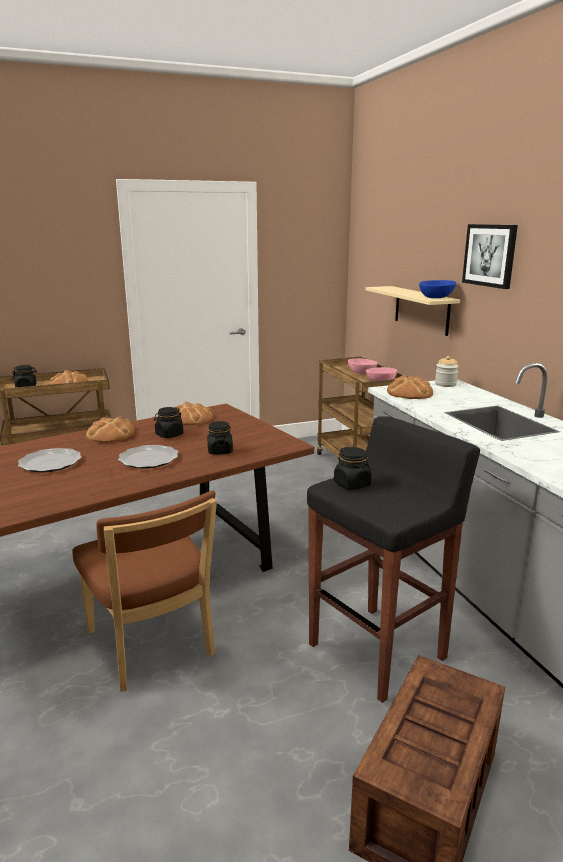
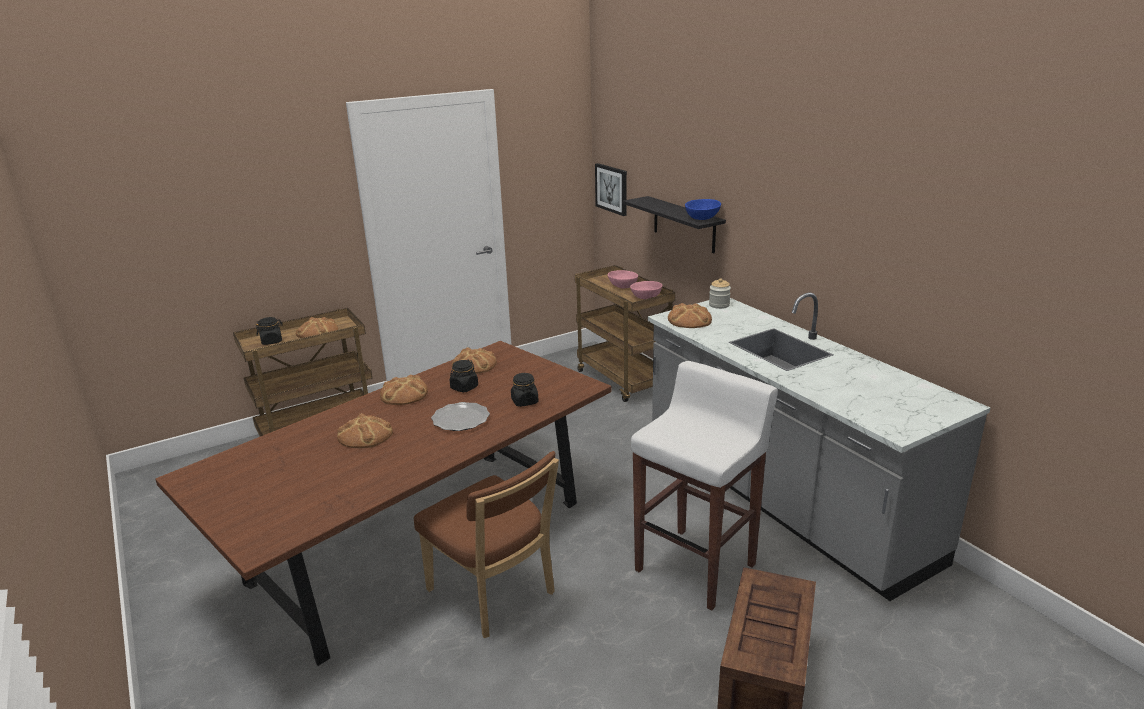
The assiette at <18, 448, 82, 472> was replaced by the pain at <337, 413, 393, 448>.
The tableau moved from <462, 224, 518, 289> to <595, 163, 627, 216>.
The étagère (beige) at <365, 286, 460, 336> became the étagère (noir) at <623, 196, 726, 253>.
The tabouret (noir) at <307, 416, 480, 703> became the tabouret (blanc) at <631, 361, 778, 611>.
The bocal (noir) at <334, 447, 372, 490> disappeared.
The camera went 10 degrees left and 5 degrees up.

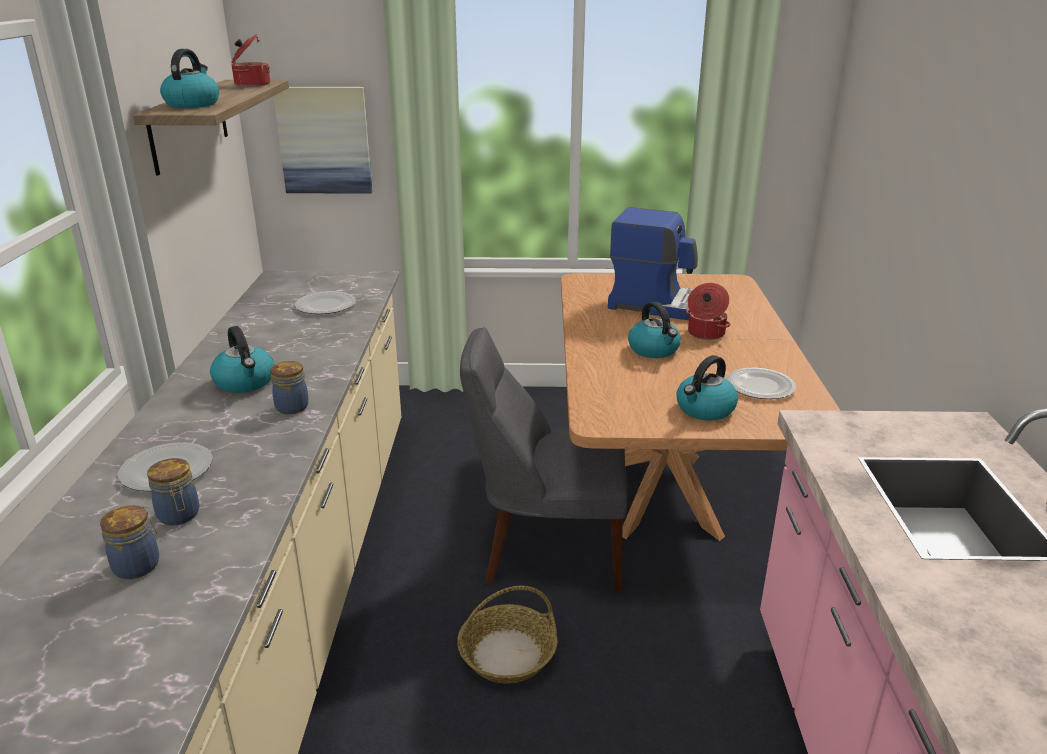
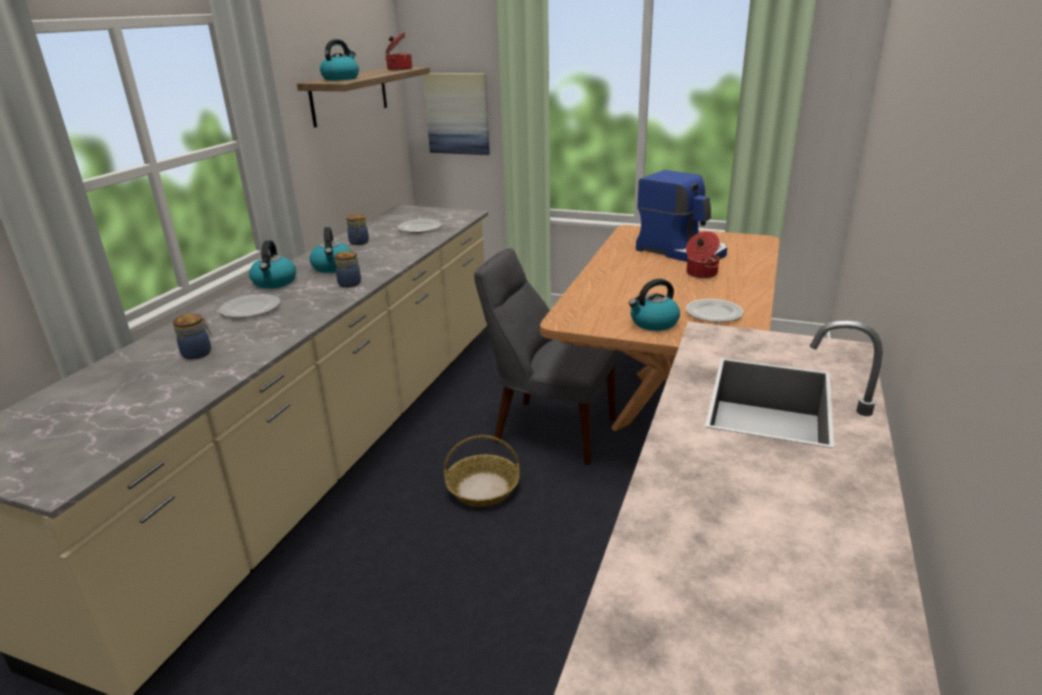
The bouilloire moved from <628, 302, 681, 358> to <249, 240, 296, 289>.
The bocal moved from <147, 458, 199, 525> to <346, 214, 369, 245>.
The camera went 20 degrees right and 0 degrees up.

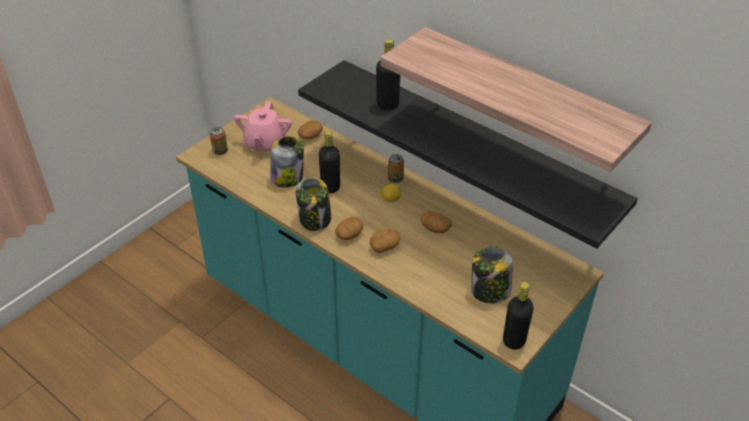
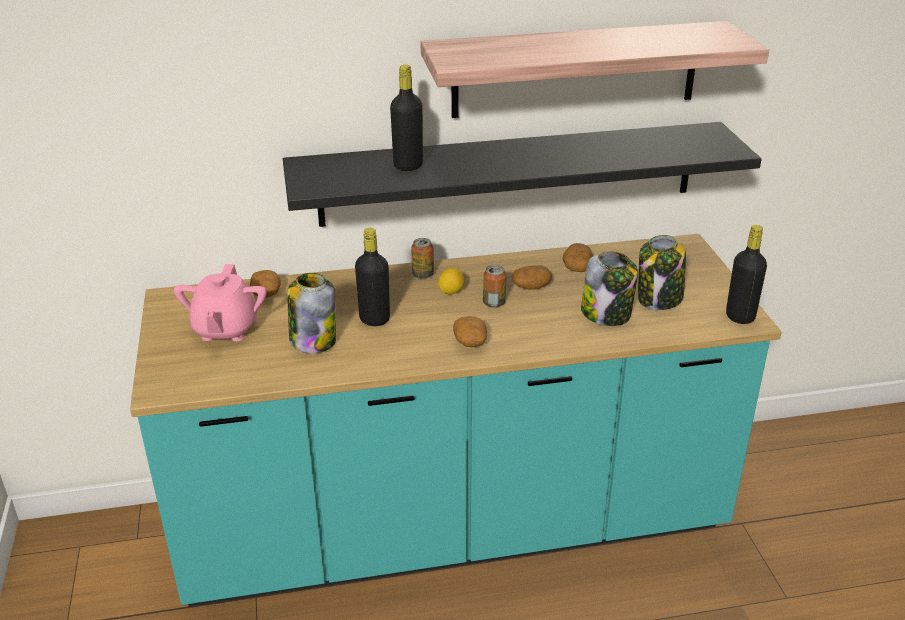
The théière (rose) at <234, 101, 292, 152> turned 45 degrees clockwise.
The boîte métallique moved from <210, 127, 228, 155> to <483, 265, 506, 308>.
The pomme de terre moved from <370, 229, 400, 253> to <562, 243, 593, 272>.
The bocal moved from <296, 177, 331, 231> to <581, 251, 638, 326>.
The camera went 50 degrees left and 10 degrees down.

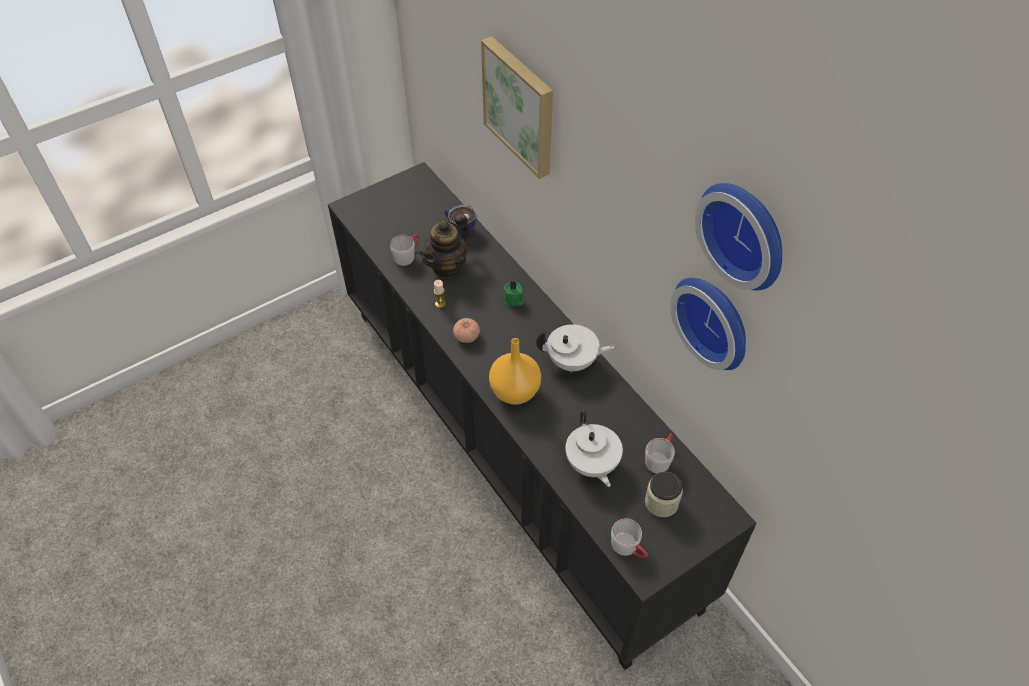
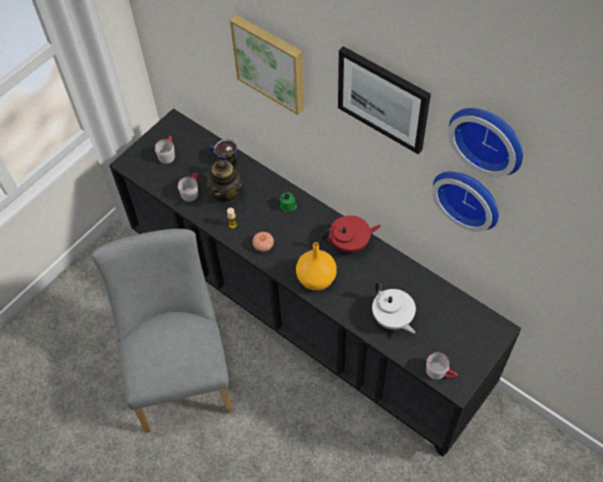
The chaise (gris) at <92, 229, 233, 433> appeared.
The mug (gris) moved from <645, 434, 675, 473> to <155, 136, 175, 164>.
The théière (blanc) at <536, 324, 615, 373> became the théière (rouge) at <322, 215, 381, 253>.
The tableau at <338, 46, 431, 154> appeared.
The bocal at <645, 472, 683, 517> disappeared.
The camera went 15 degrees left and 5 degrees up.

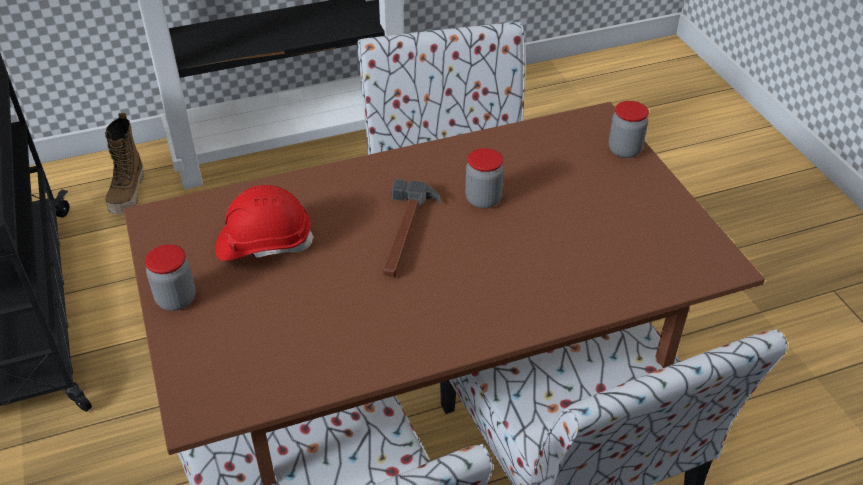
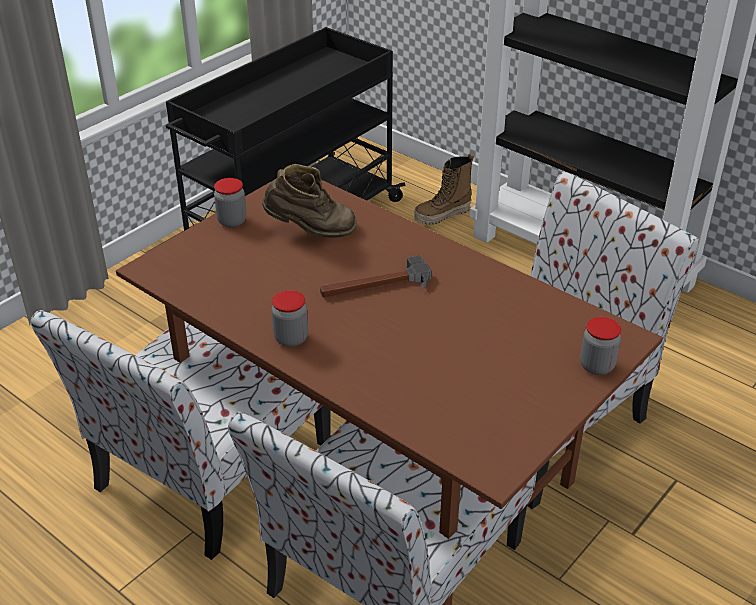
The casque de chantier (rouge) at <216, 185, 314, 261> was replaced by the botte (marron) at <262, 164, 357, 238>.
The bocal moved from <465, 148, 504, 208> to <271, 290, 308, 347>.
The camera went 60 degrees right and 5 degrees down.

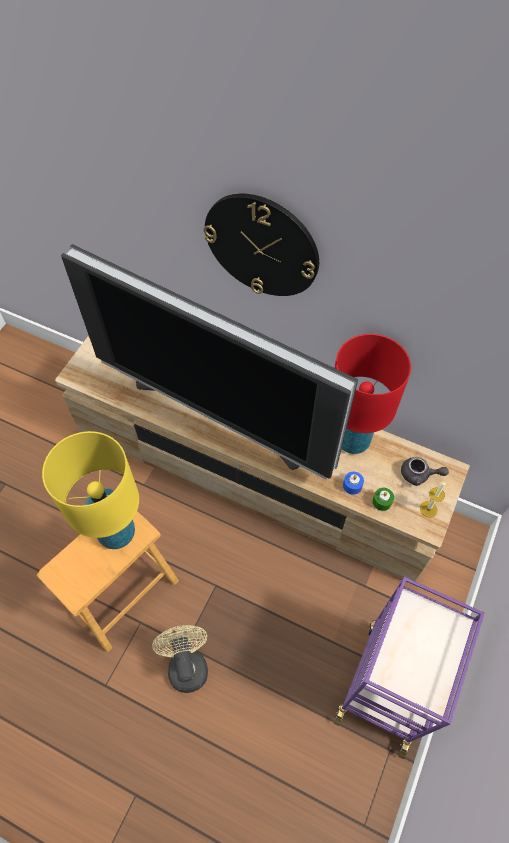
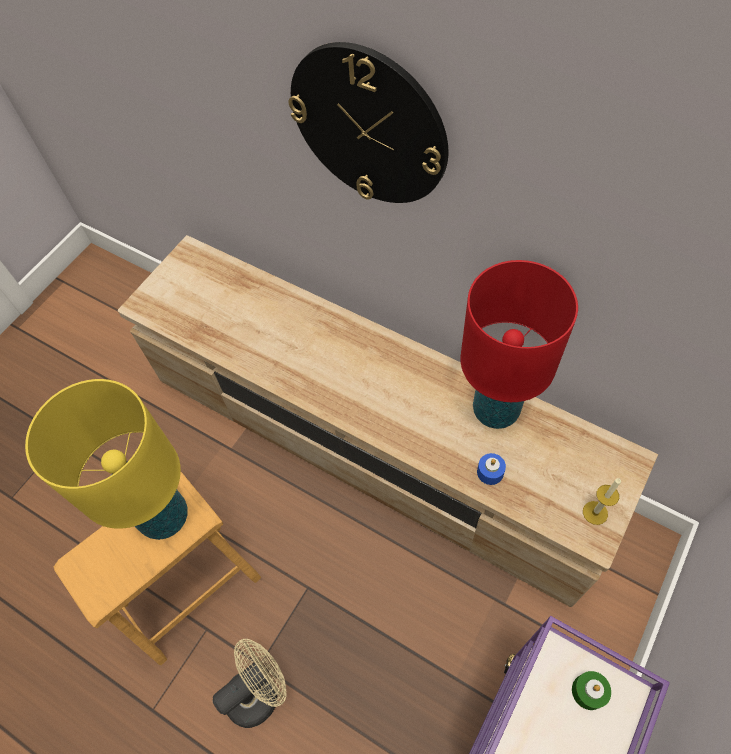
The ventilateur (beige) at <152, 625, 208, 693> turned 60 degrees clockwise.
The bougie (vert) moved from <372, 488, 394, 511> to <572, 671, 611, 710>.
The téléviseur at <61, 244, 358, 480> disappeared.
The théière (gris) at <401, 457, 449, 486> disappeared.
The camera went 10 degrees right and 0 degrees up.

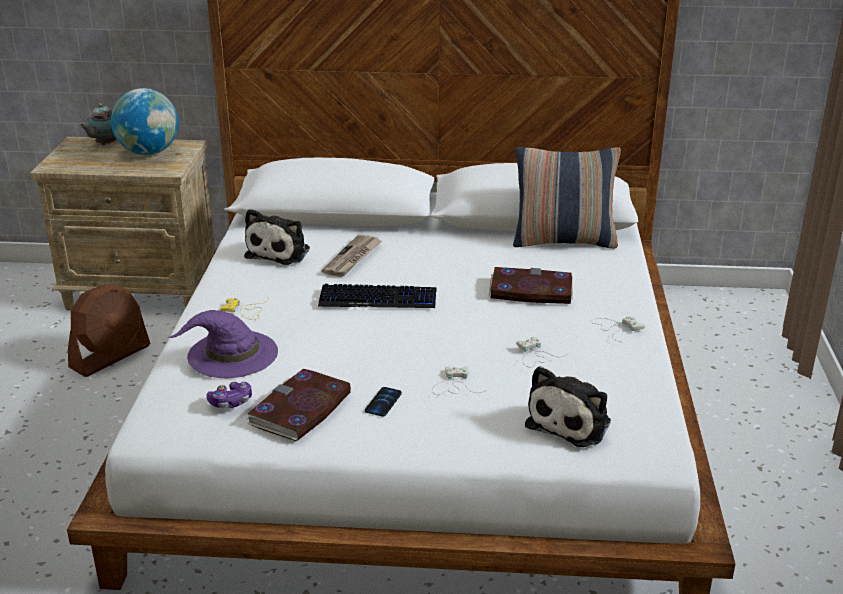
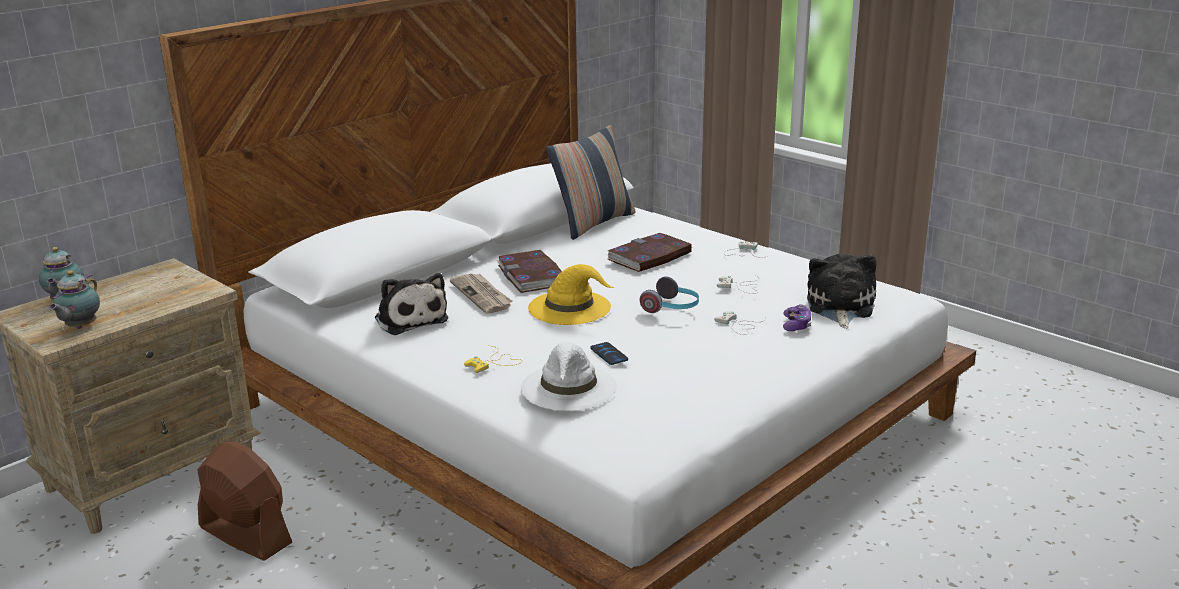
The théière at <49, 270, 100, 329> appeared.
The ventilateur (marron) at <68, 284, 150, 377> turned 45 degrees counterclockwise.
The livre moved from <247, 369, 351, 441> to <497, 250, 562, 293>.
The chapeau (violet) at <168, 310, 278, 379> became the chapeau (blanc) at <521, 342, 617, 411>.
The clavier at <318, 284, 436, 308> was replaced by the chapeau (jaune) at <528, 264, 614, 325>.
The téléphone moved from <365, 387, 402, 417> to <590, 342, 628, 365>.
The casque audio at <640, 276, 699, 313> appeared.
The manette moved from <206, 382, 252, 408> to <783, 304, 811, 331>.
The peluche at <525, 366, 611, 447> turned 150 degrees counterclockwise.
The globe at <111, 88, 179, 155> disappeared.
The camera went 50 degrees left and 5 degrees down.

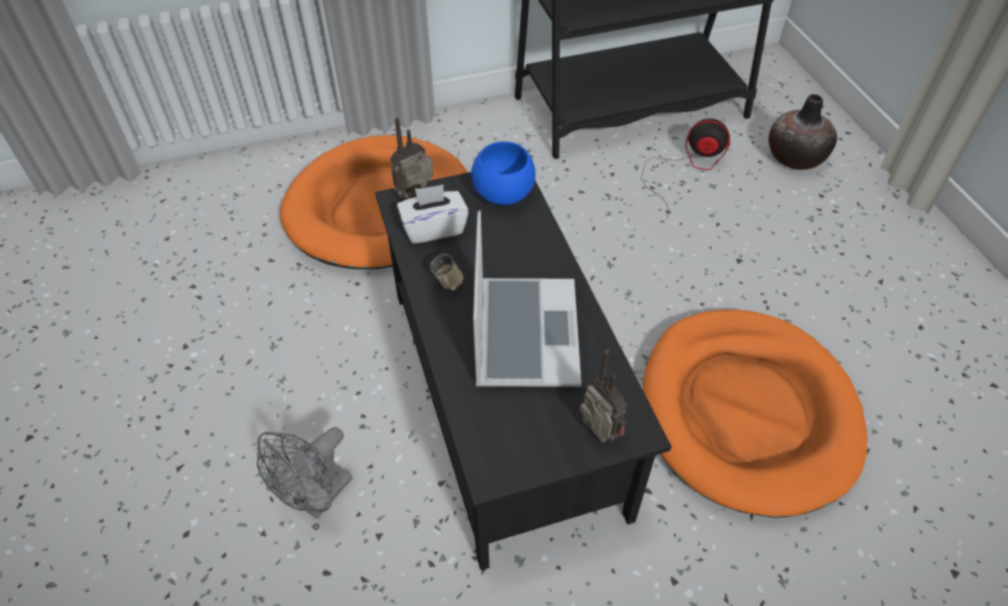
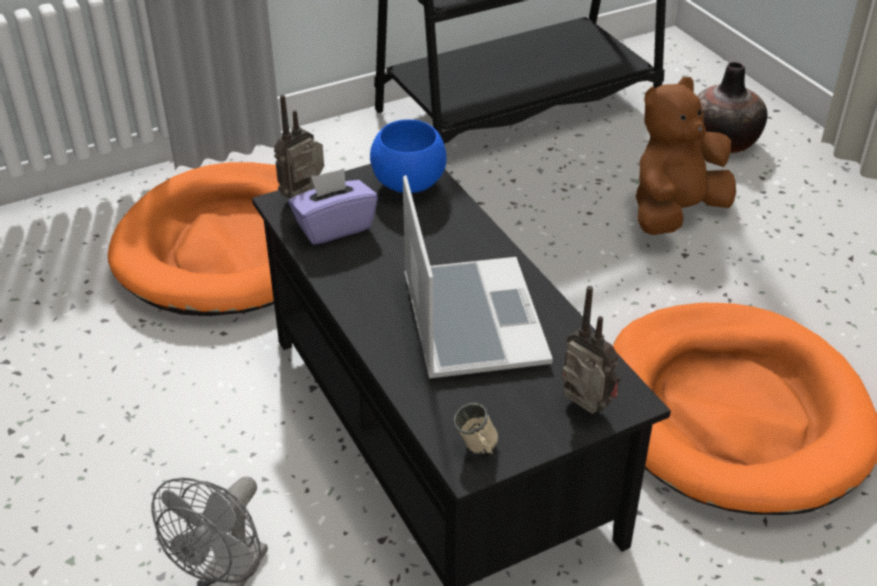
The boîte à mouchoirs (blanc) at <397, 184, 469, 244> became the boîte à mouchoirs (violet) at <288, 168, 378, 245>.
The mug (beige) moved from <430, 254, 464, 291> to <454, 403, 498, 455>.
The peluche (marron) at <636, 77, 736, 235> appeared.
The ventilateur at <641, 118, 730, 218> disappeared.
The camera went 10 degrees left and 10 degrees down.

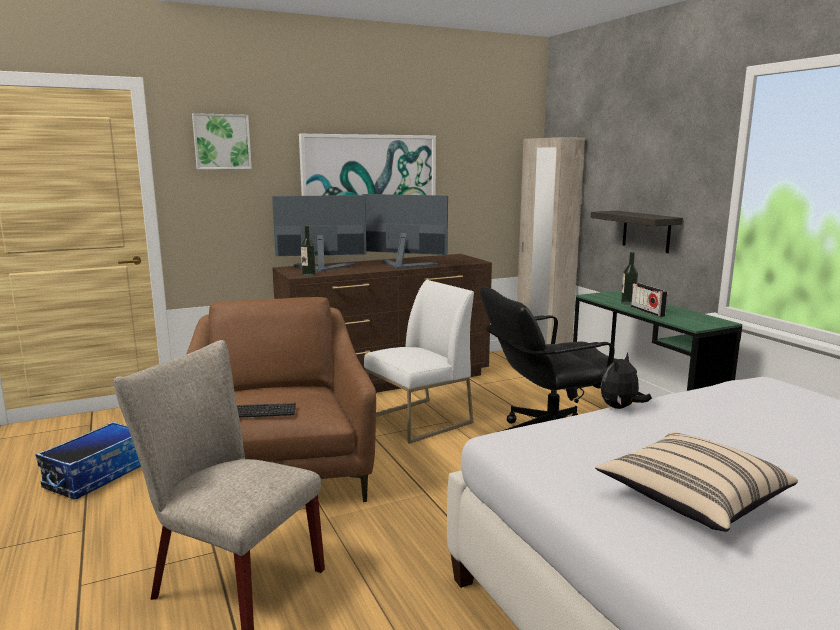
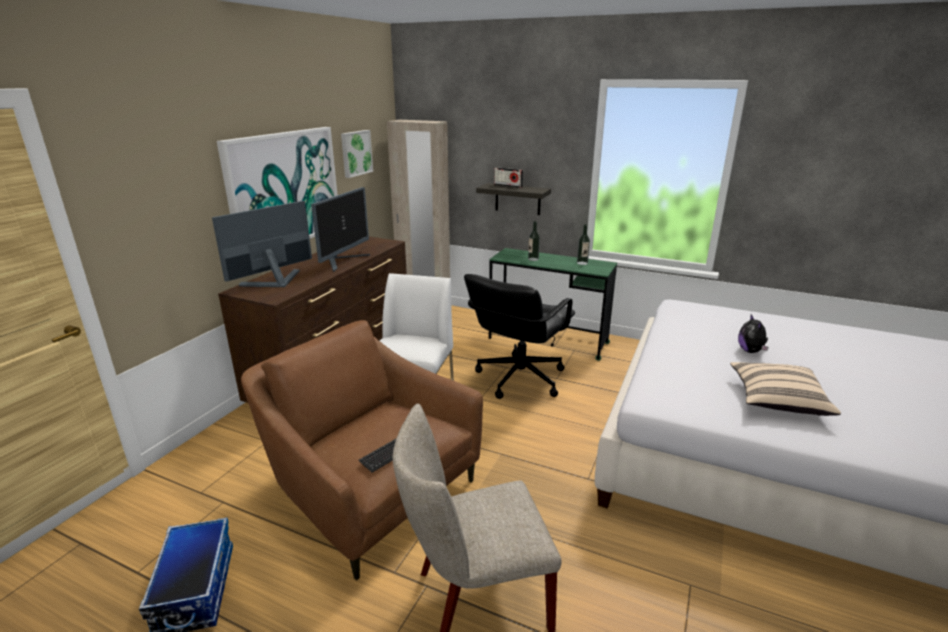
The écran d'ordinateur at <362, 194, 448, 269> turned 135 degrees clockwise.
The tableau moved from <192, 113, 252, 169> to <341, 130, 373, 178>.
The radio moved from <631, 283, 668, 317> to <494, 167, 523, 188>.
The bouteille moved from <301, 226, 316, 276> to <577, 224, 590, 265>.
The peluche moved from <601, 352, 652, 409> to <738, 314, 769, 353>.
The camera went 40 degrees left and 10 degrees up.

